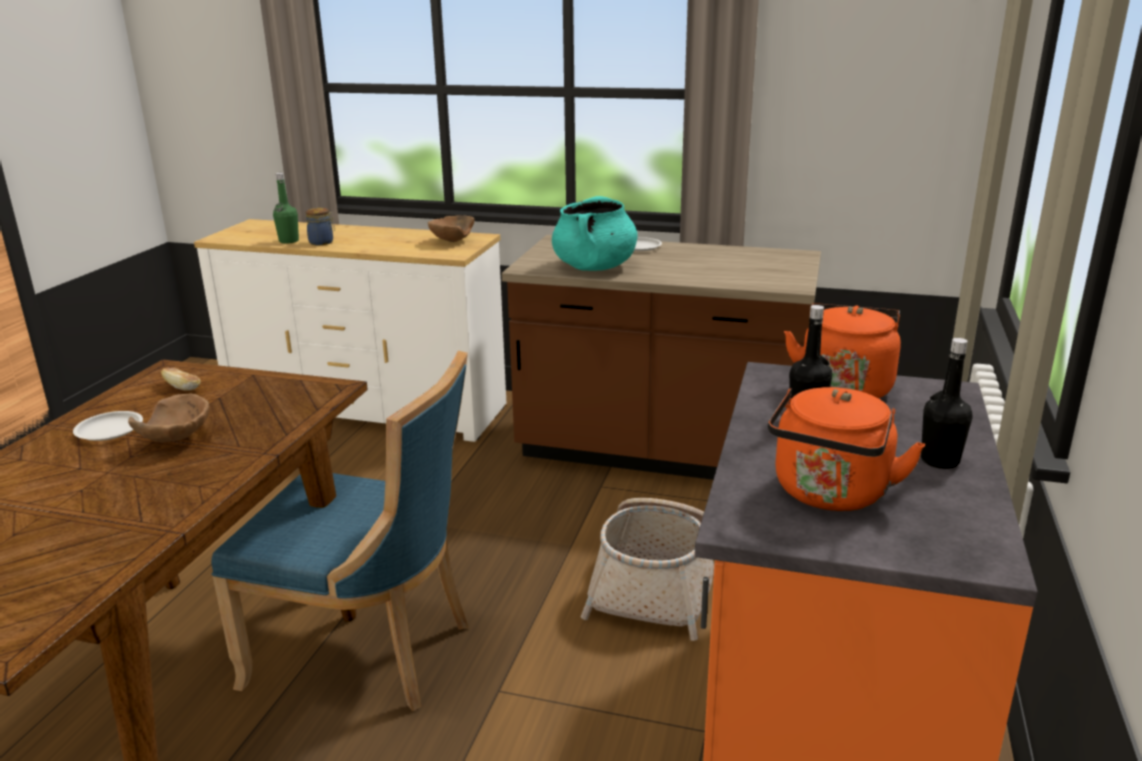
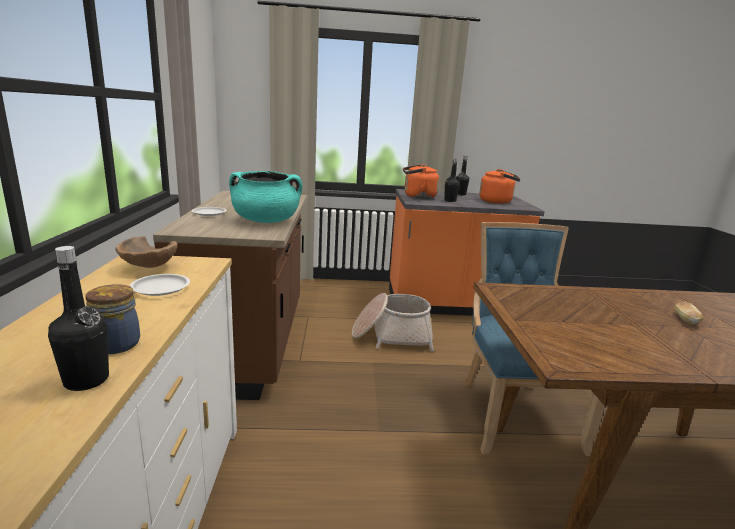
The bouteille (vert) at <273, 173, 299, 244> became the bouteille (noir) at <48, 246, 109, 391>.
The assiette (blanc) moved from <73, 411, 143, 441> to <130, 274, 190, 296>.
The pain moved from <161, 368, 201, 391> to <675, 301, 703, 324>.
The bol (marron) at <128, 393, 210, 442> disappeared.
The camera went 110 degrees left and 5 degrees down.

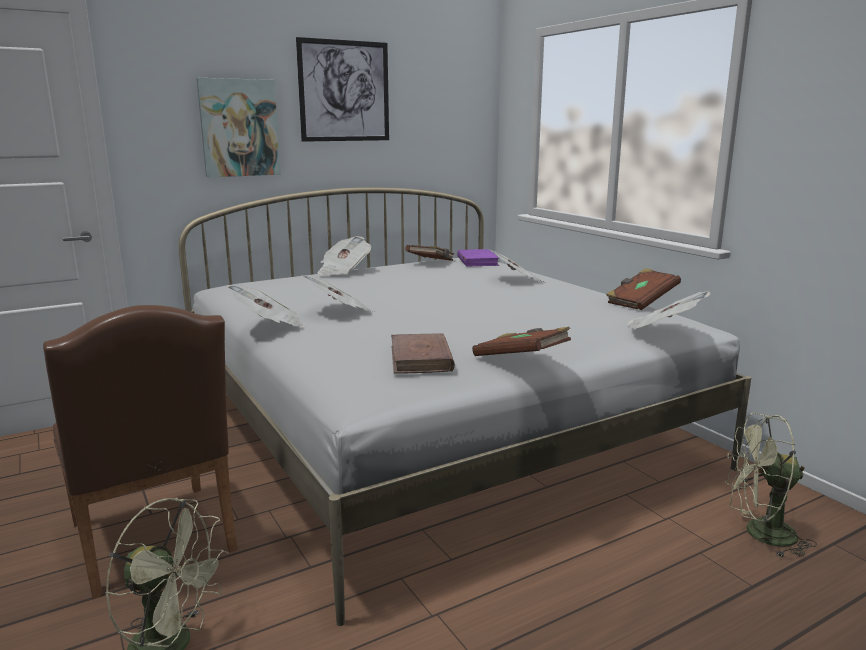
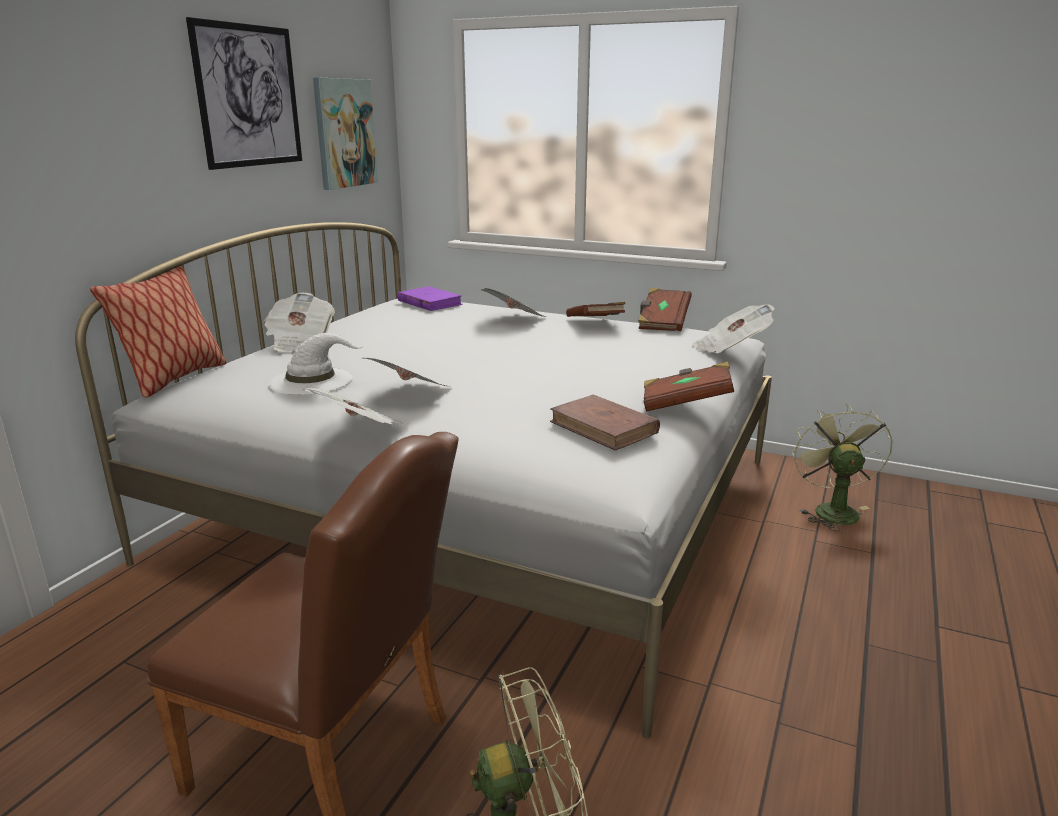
The coussin at <90, 266, 227, 398> appeared.
The chapeau (blanc) at <268, 333, 362, 395> appeared.
The tableau moved from <196, 78, 281, 177> to <313, 78, 378, 190>.
The livre (marron) moved from <406, 245, 454, 261> to <566, 302, 626, 317>.
The ventilateur (vert) at <725, 412, 817, 558> turned 120 degrees clockwise.
The camera went 35 degrees left and 5 degrees up.

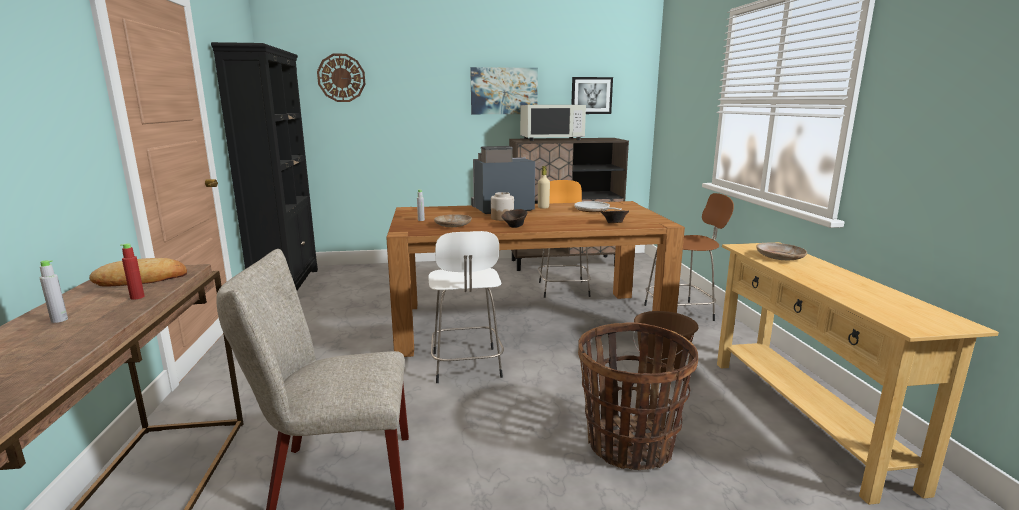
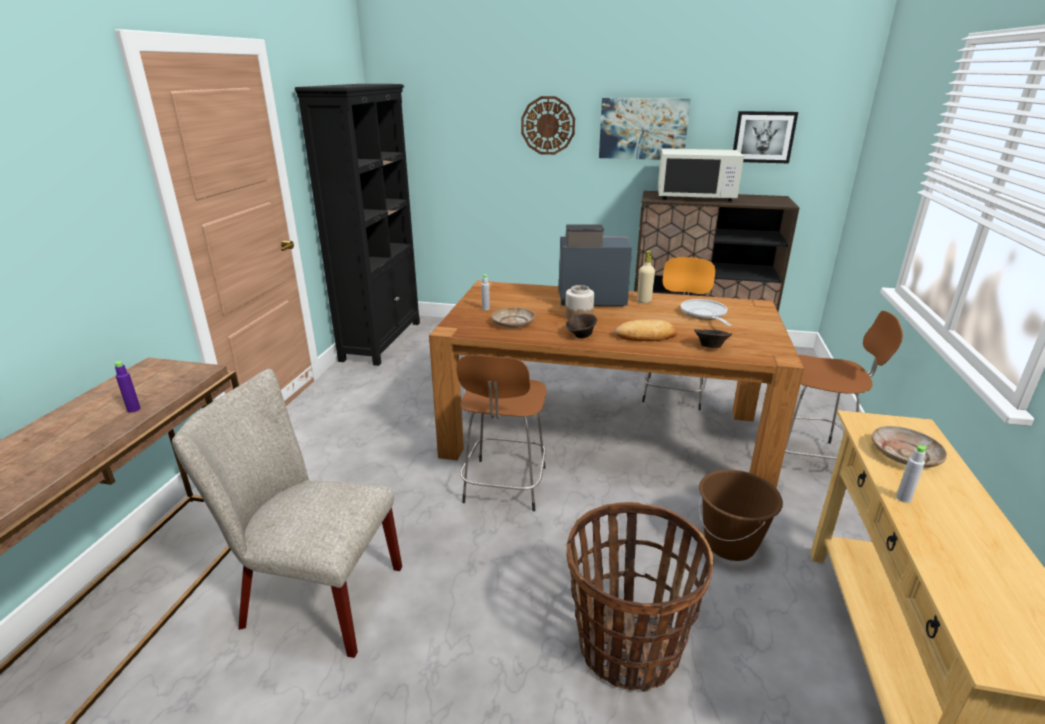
The bouteille (rouge) at <120, 243, 145, 300> became the bouteille (violet) at <113, 361, 140, 412>.
The tabouret (blanc) at <428, 231, 504, 383> became the tabouret (marron) at <456, 355, 547, 511>.
The horloge murale moved from <317, 54, 366, 102> to <521, 96, 575, 155>.
The pain moved from <89, 258, 187, 287> to <615, 319, 677, 341>.
The bouteille (gris) moved from <40, 260, 68, 323> to <896, 445, 927, 503>.
The camera went 20 degrees right and 10 degrees up.

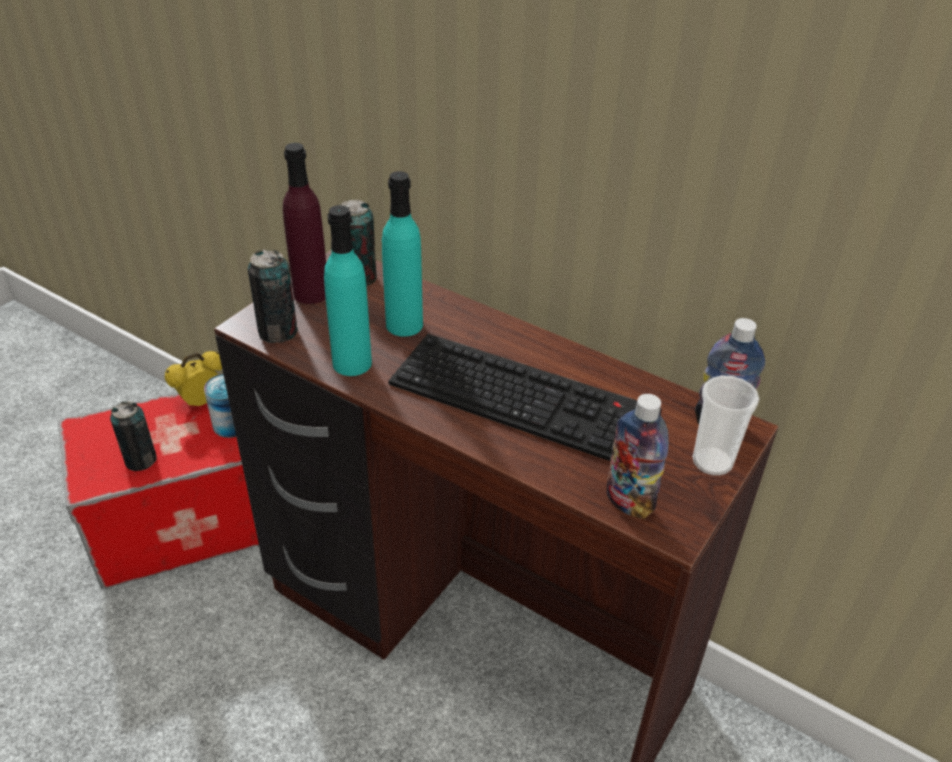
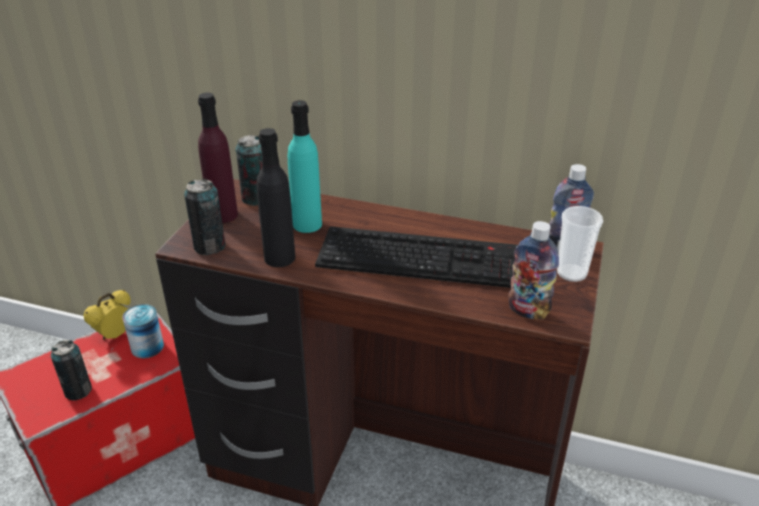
The bouteille (turquoise) at <324, 205, 372, 376> became the bouteille (noir) at <256, 128, 295, 267>.
The camera went 15 degrees left and 5 degrees down.

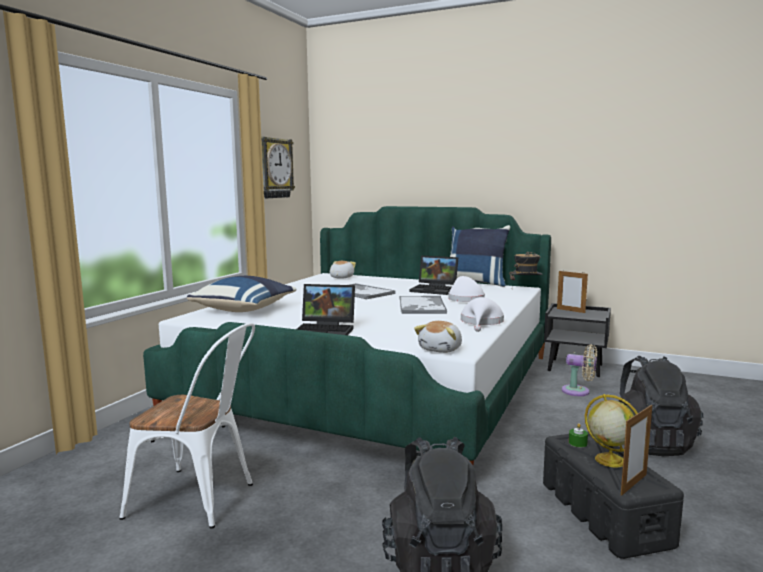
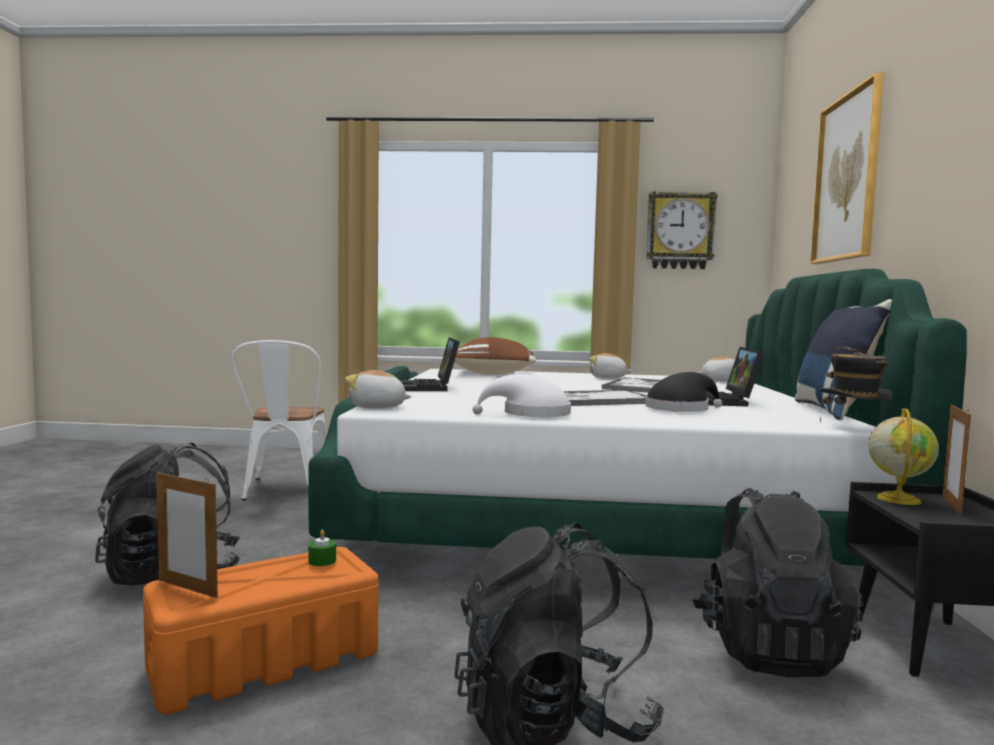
The boîte de rangement (noir) at <543, 432, 684, 559> became the boîte de rangement (orange) at <143, 547, 379, 714>.
The coussin (bleu) at <187, 276, 297, 312> became the coussin (marron) at <454, 337, 536, 375>.
The peluche at <590, 353, 632, 378> appeared.
The chapeau (blanc) at <448, 276, 485, 302> became the chapeau (noir) at <645, 372, 722, 412>.
The ventilateur (beige) at <561, 344, 597, 396> was replaced by the sac à dos (noir) at <692, 488, 863, 677>.
The tableau at <810, 73, 884, 264> appeared.
The globe moved from <585, 394, 638, 467> to <868, 408, 939, 505>.
The camera went 70 degrees right and 5 degrees down.

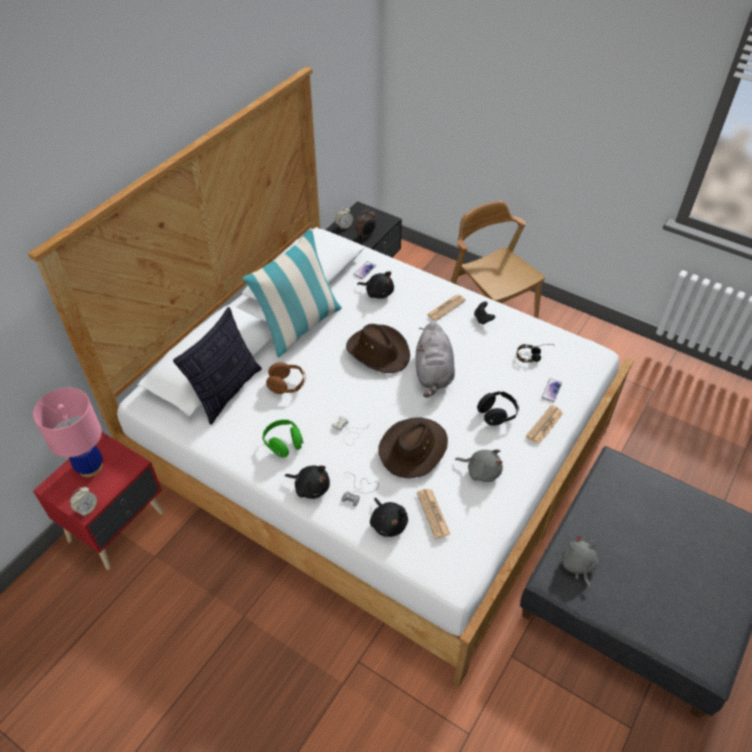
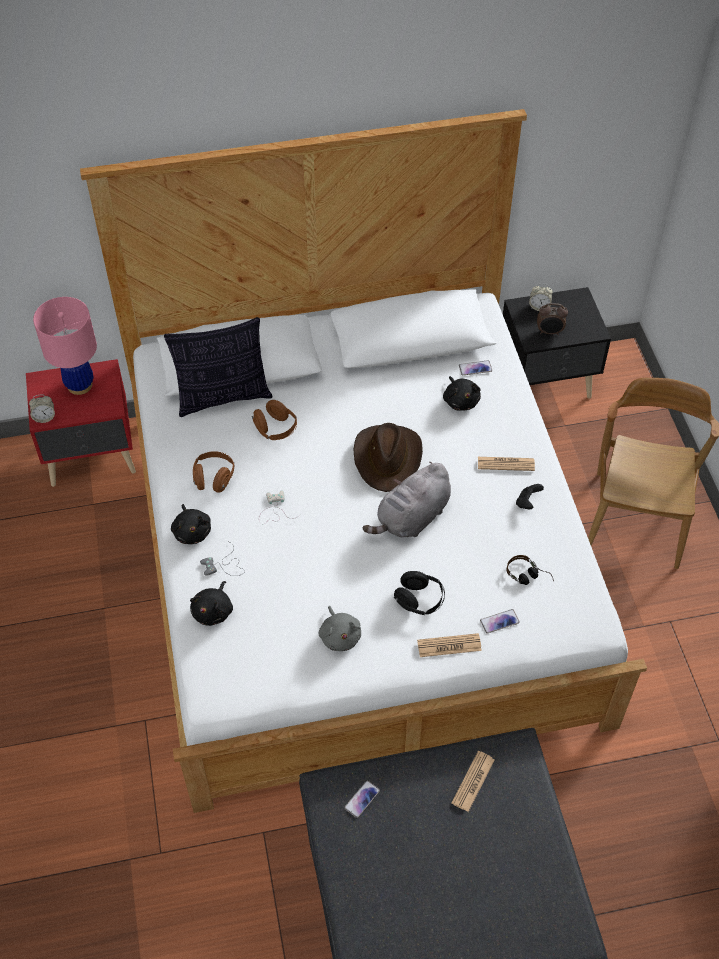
The casque audio (vert) at <262, 420, 303, 458> became the casque audio (marron) at <193, 451, 234, 493>.
The peluche (gris) at <562, 535, 598, 591> was replaced by the téléphone at <344, 780, 380, 818>.
The journal moved from <417, 489, 450, 539> to <452, 751, 494, 812>.
The coussin at <242, 228, 342, 357> disappeared.
The chapeau (marron) at <378, 417, 448, 478> disappeared.
The camera went 45 degrees right and 5 degrees up.

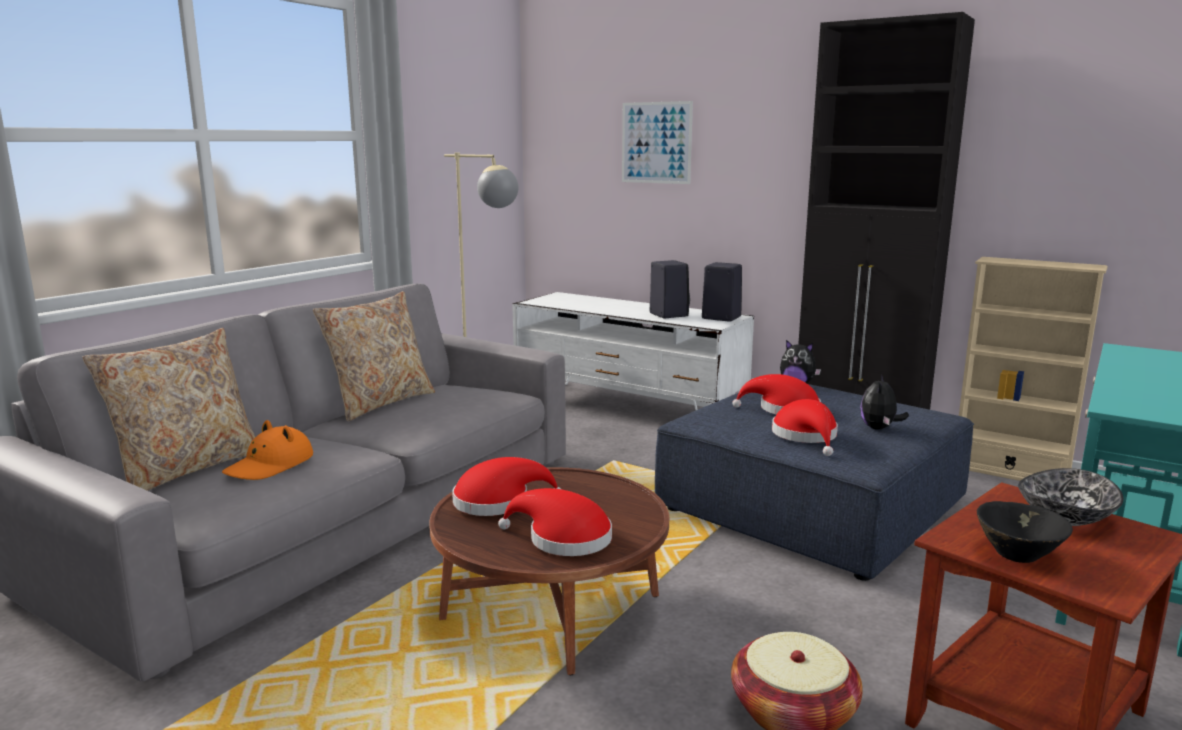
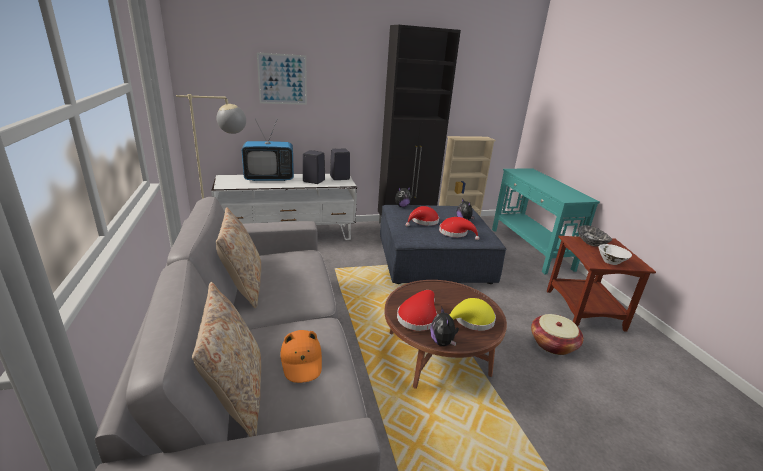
The téléviseur at <242, 119, 294, 181> appeared.
The peluche at <430, 306, 459, 346> appeared.
The chapeau (rouge) at <498, 488, 612, 556> became the chapeau (jaune) at <450, 298, 496, 331>.
The bol (noir) at <977, 501, 1073, 563> became the bol (blanc) at <598, 244, 632, 265>.
The camera went 50 degrees left and 10 degrees up.

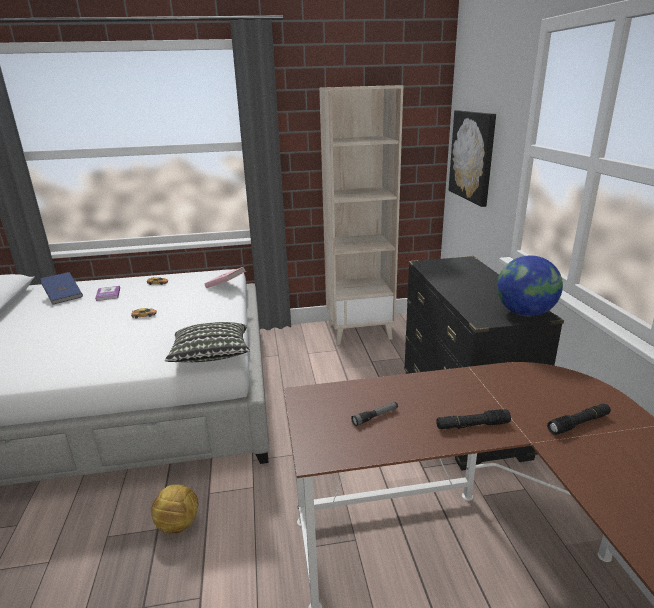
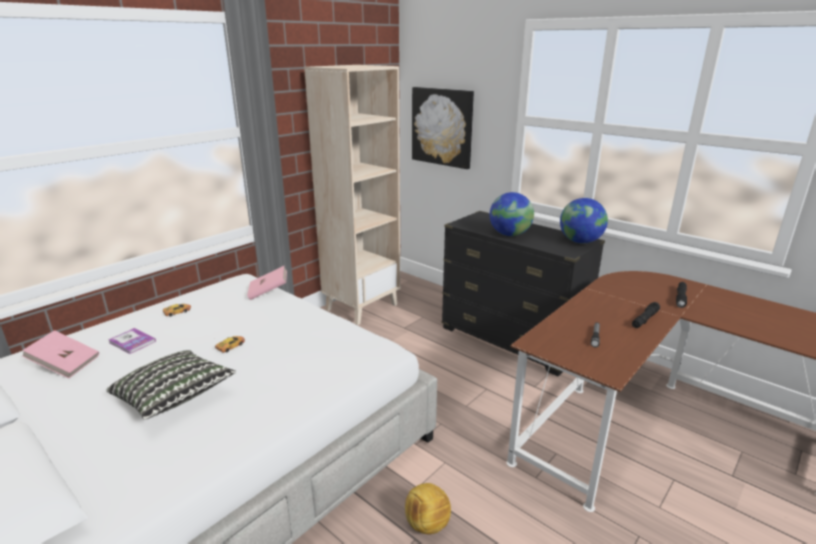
The livre (bleu) at <40, 272, 83, 305> became the livre (rose) at <22, 330, 99, 379>.
The coussin moved from <165, 322, 250, 362> to <106, 350, 236, 420>.
The globe at <490, 192, 534, 236> appeared.
The camera went 40 degrees left and 0 degrees up.

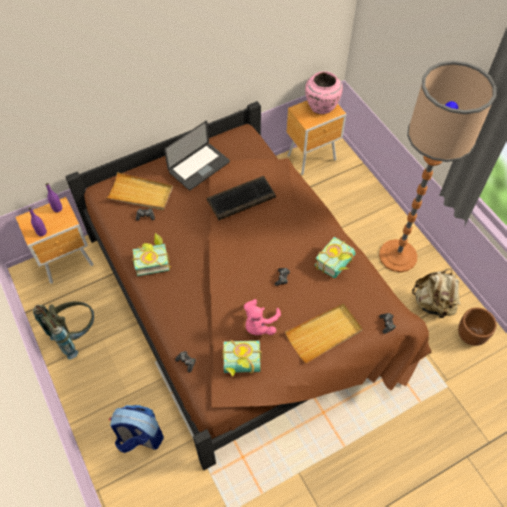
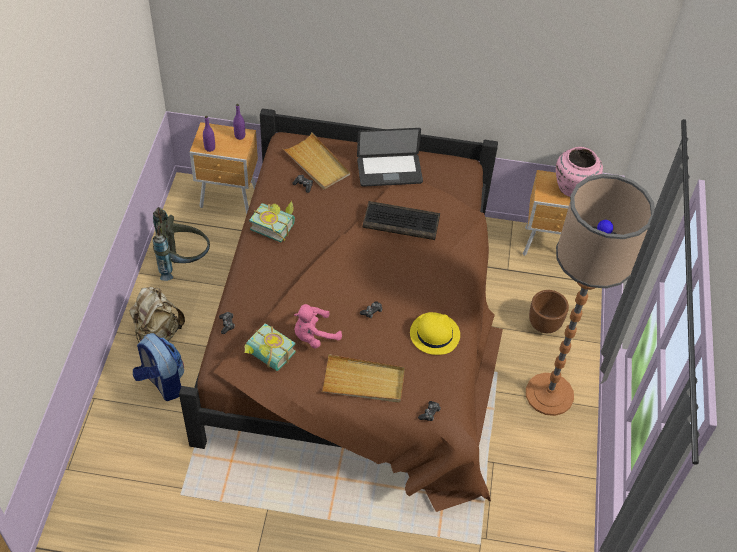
The sac à dos (beige) moved from <412, 269, 460, 318> to <129, 287, 185, 342>.
The livre at <315, 237, 356, 278> was replaced by the chapeau (jaune) at <410, 312, 460, 355>.
The cache-pot (marron) moved from <458, 308, 497, 346> to <529, 290, 569, 333>.
The camera went 35 degrees right and 5 degrees down.

